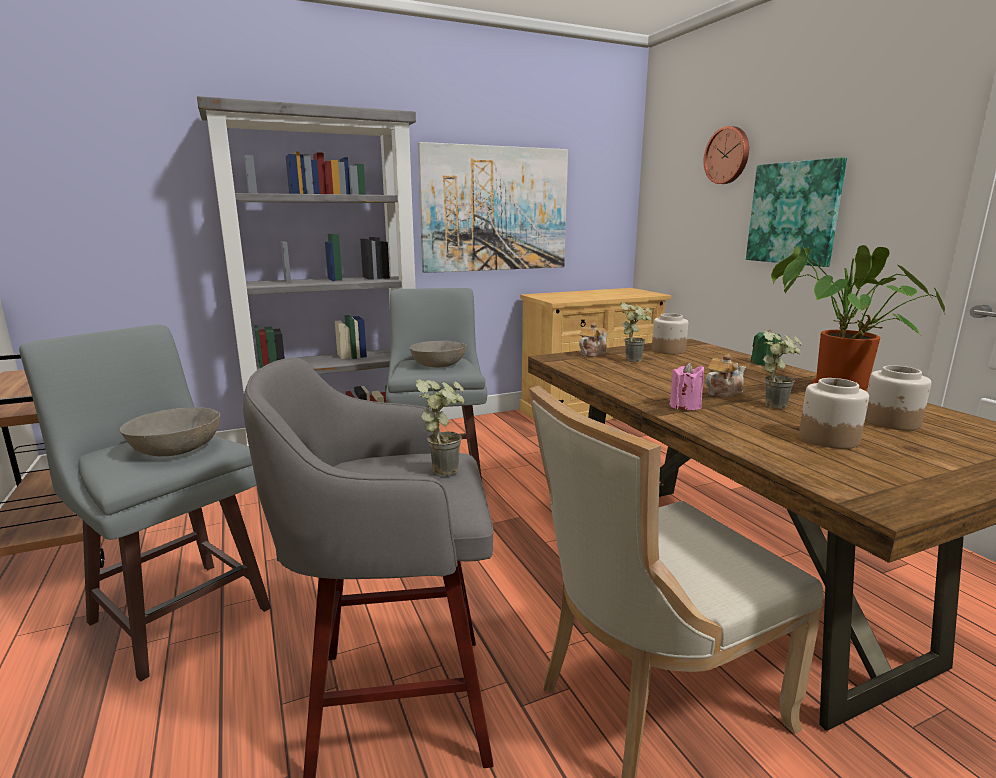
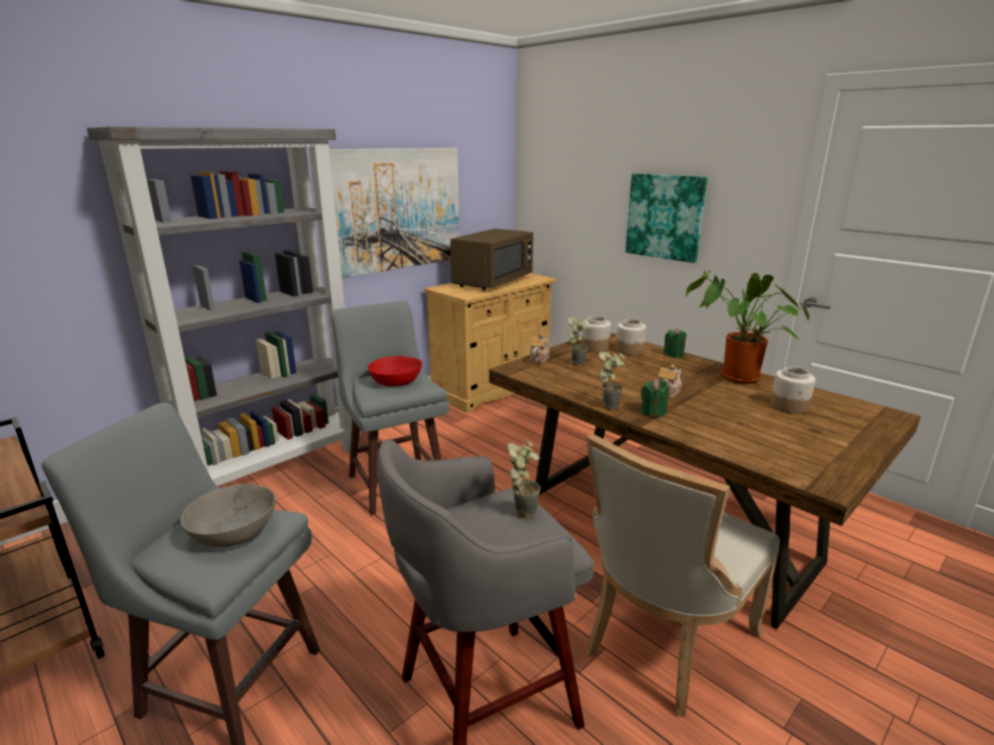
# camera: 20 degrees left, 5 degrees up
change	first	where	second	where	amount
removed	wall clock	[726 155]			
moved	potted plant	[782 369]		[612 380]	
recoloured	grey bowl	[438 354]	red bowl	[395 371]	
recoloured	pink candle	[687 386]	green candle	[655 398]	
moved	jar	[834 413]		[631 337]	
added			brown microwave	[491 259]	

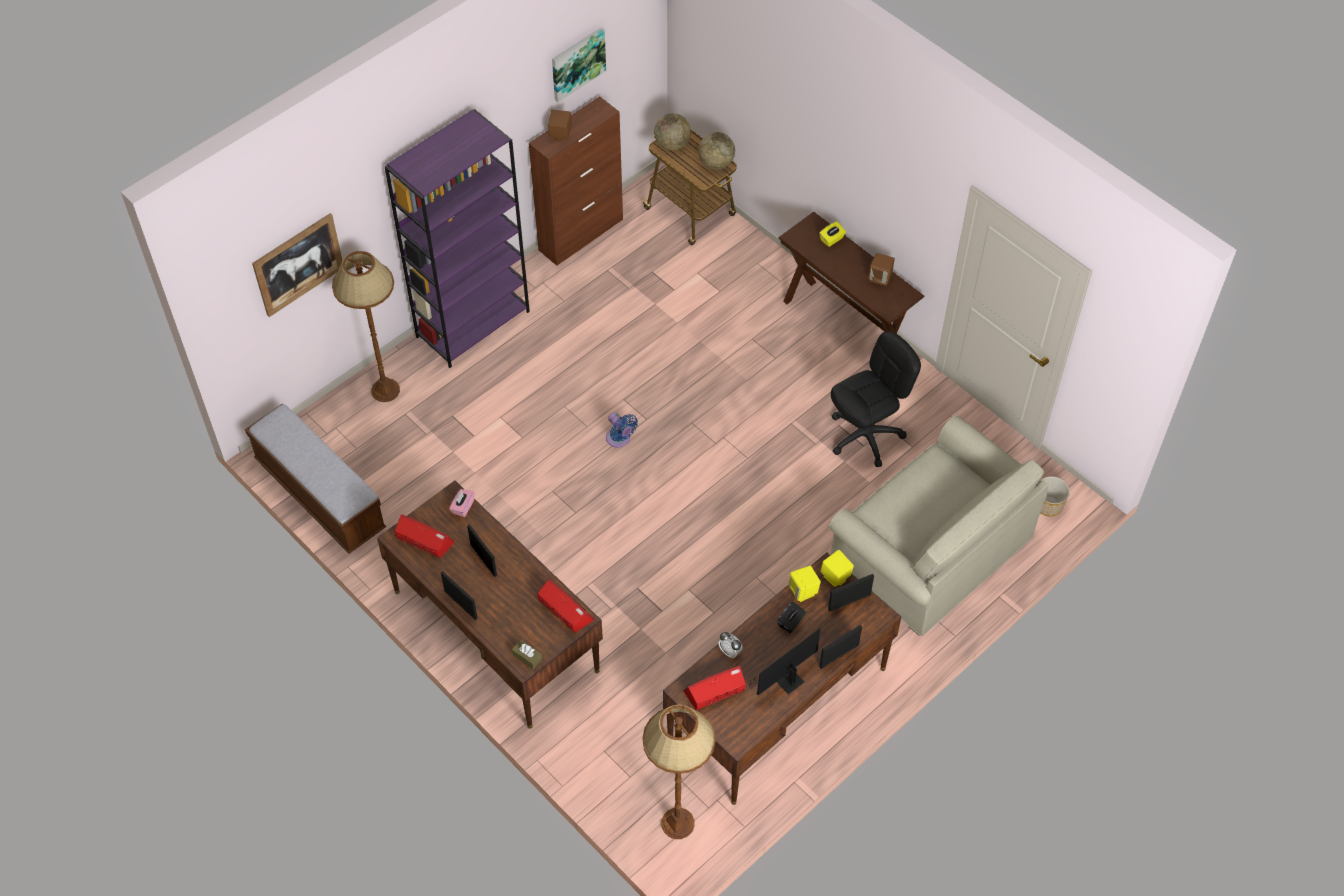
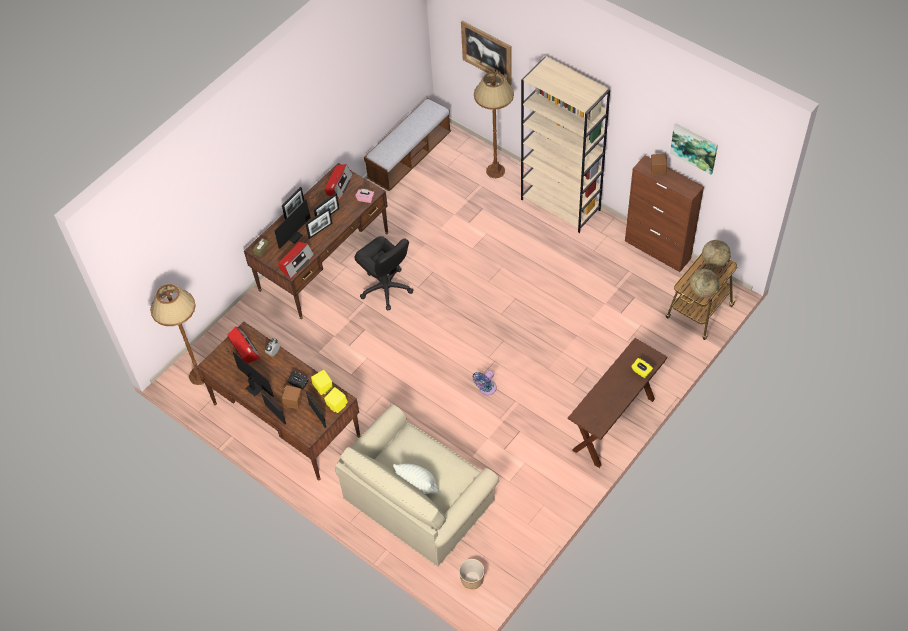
# camera: 85 degrees right, 0 degrees up
change	first	where	second	where	amount
recoloured	purple bookcase	[457 238]	beige bookcase	[565 144]	
moved	brown speaker	[881 269]		[292 397]	
moved	black office chair	[876 399]		[384 273]	
moved	blue fan	[622 430]		[484 382]	
added			monitor	[294 221]	
added			picture frame	[318 223]	
added			pillow	[416 479]	

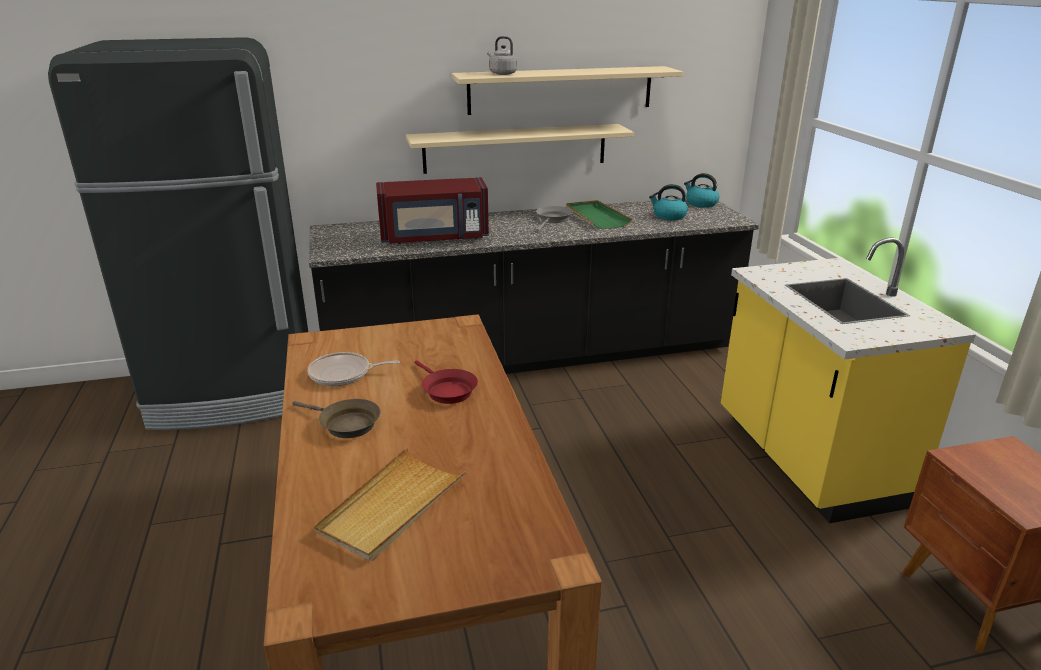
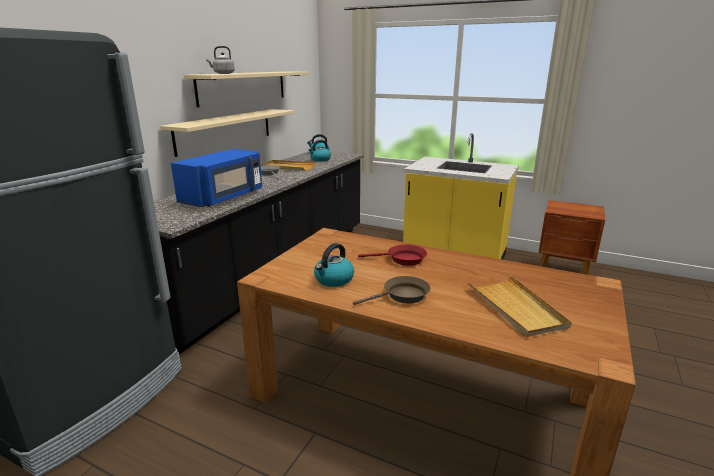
# camera: 50 degrees left, 5 degrees down
change	first	where	second	where	amount
recoloured	red microwave	[432 210]	blue microwave	[216 178]	
recoloured	green tray	[599 214]	beige tray	[288 165]	
replaced	frying pan	[353 369]	kettle	[334 265]	

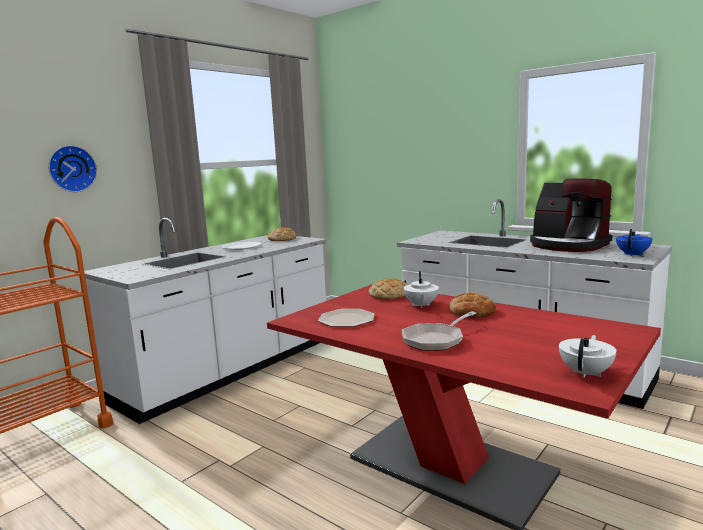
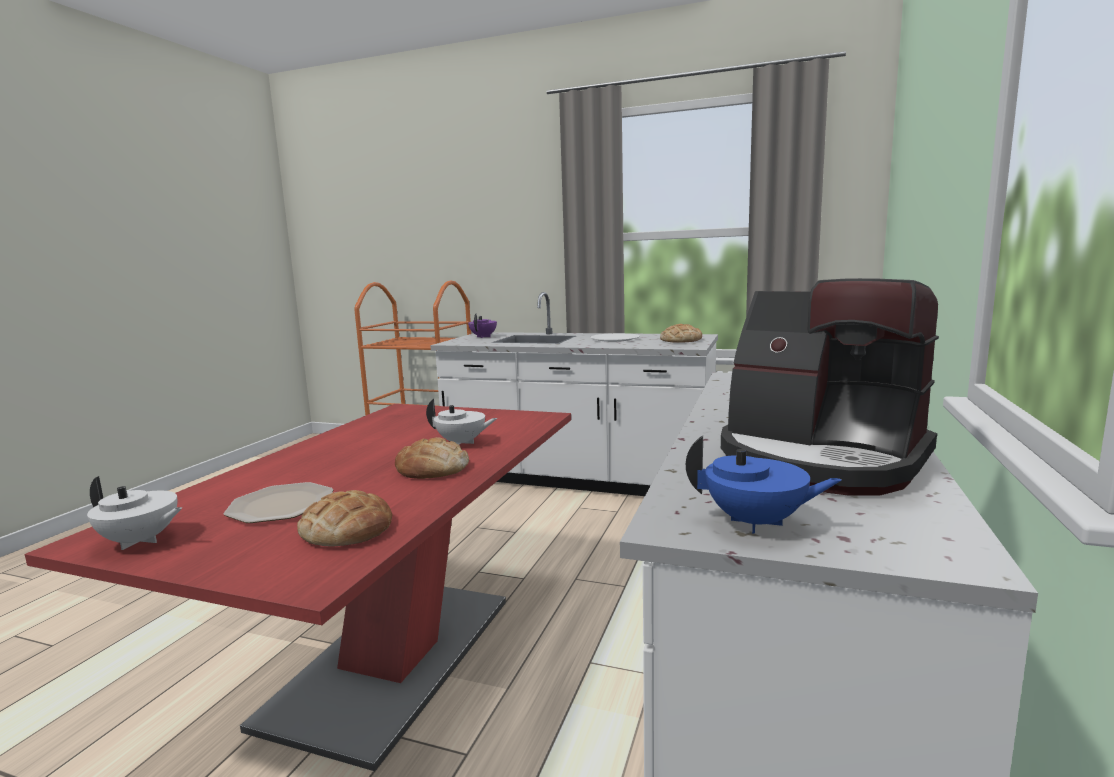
# camera: 70 degrees right, 0 degrees up
change	first	where	second	where	amount
removed	wall clock	[72 168]			
turned	coffee machine	[571 215]		[830 387]	75 degrees counterclockwise
turned	white teapot	[421 289]		[461 422]	150 degrees counterclockwise
moved	bread	[388 289]		[344 518]	
moved	plate	[346 318]		[278 502]	
removed	frying pan	[439 331]			
added			purple teapot	[482 325]	

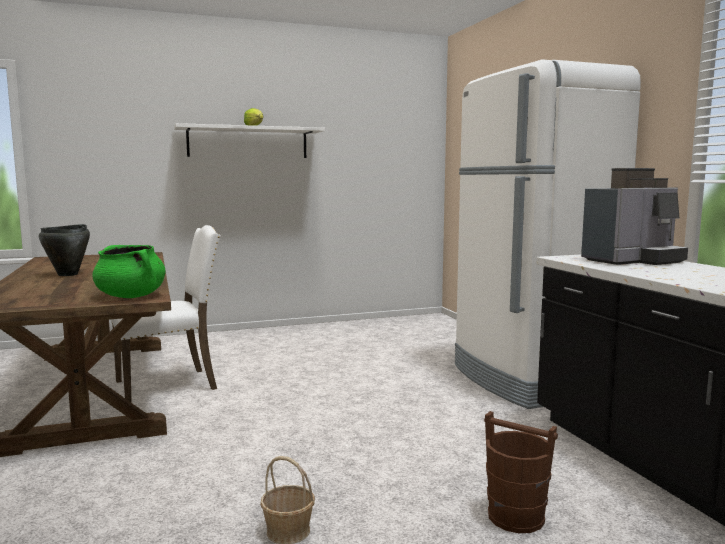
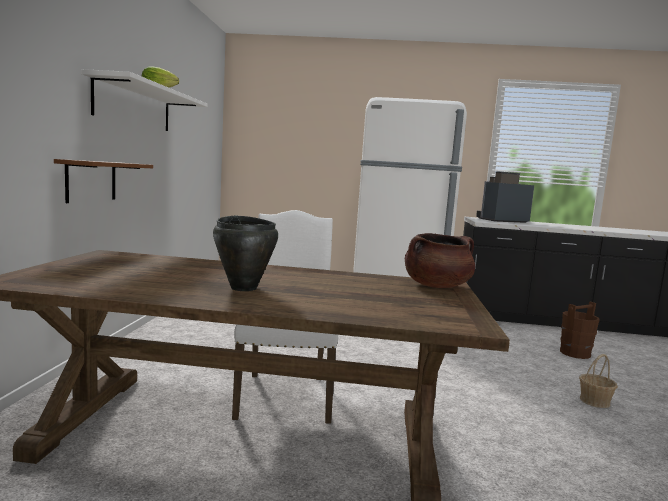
# camera: 65 degrees left, 0 degrees up
change	first	where	second	where	amount
turned	coffee machine	[634 216]		[505 197]	105 degrees counterclockwise
recoloured	green cooking pot	[129 271]	brown cooking pot	[440 260]	
added			brown shelf	[103 181]	

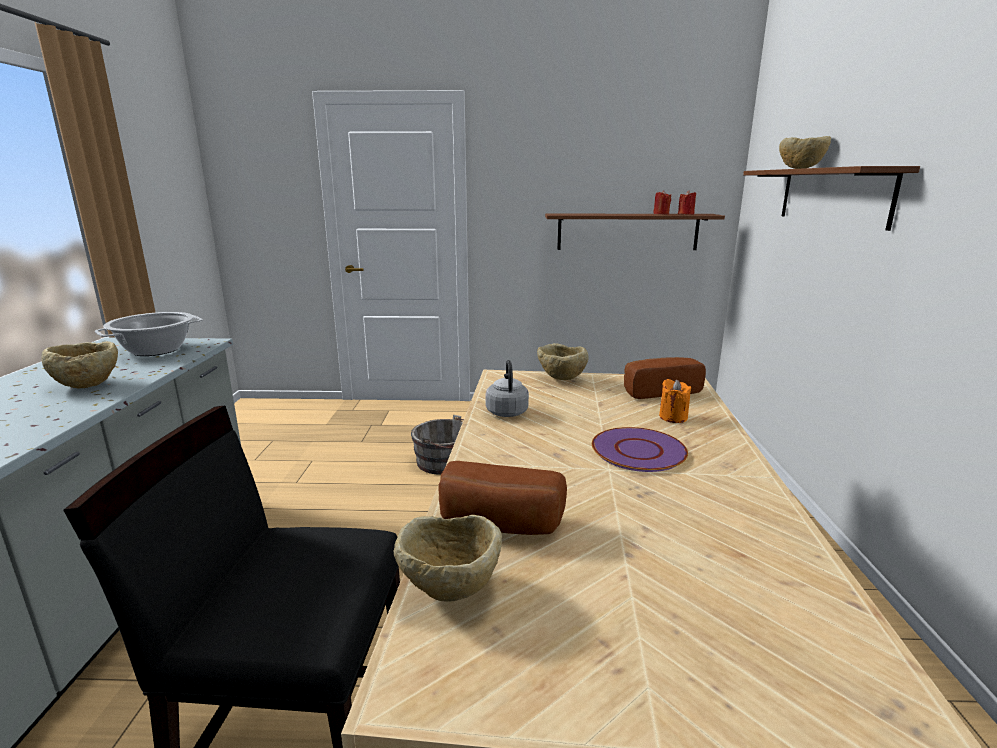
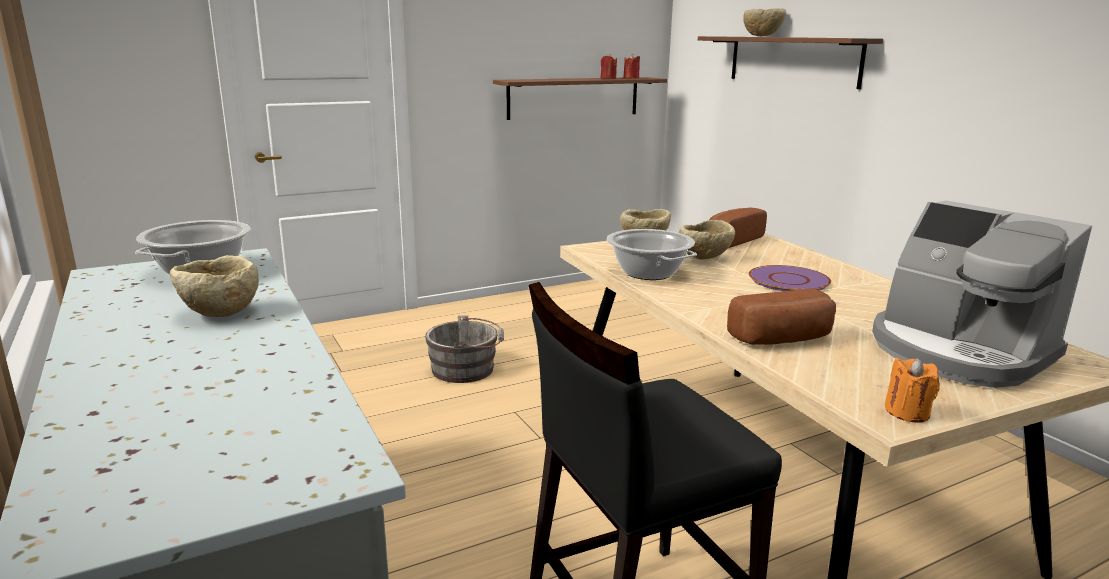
# camera: 30 degrees left, 0 degrees up
change	first	where	second	where	amount
replaced	grey kettle	[507 388]	cooking pot	[652 254]	
moved	orange candle	[675 401]		[912 390]	
moved	beige bowl	[448 558]		[707 240]	
added			coffee machine	[982 294]	

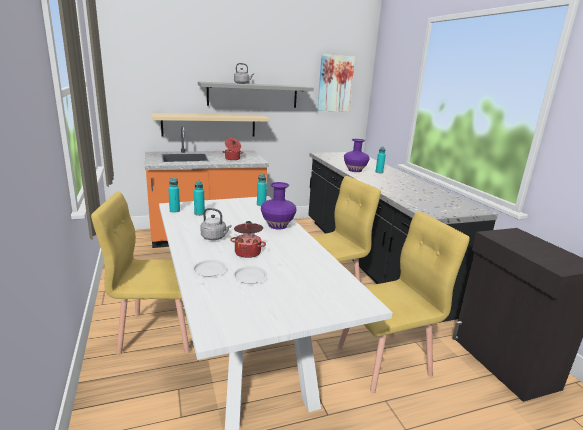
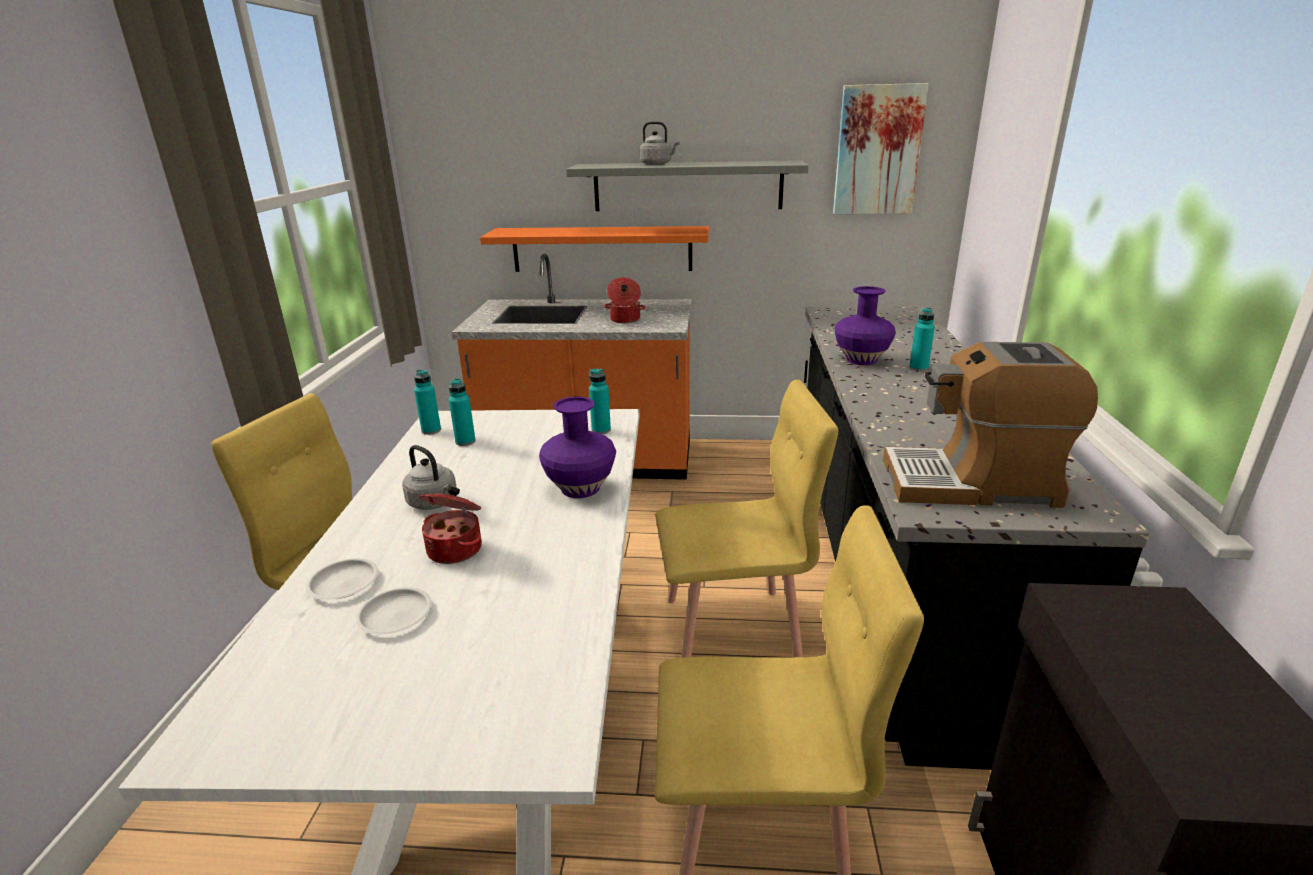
# camera: 25 degrees right, 5 degrees up
change	first	where	second	where	amount
recoloured	beige shelf	[210 124]	orange shelf	[594 249]	
added			coffee machine	[990 425]	

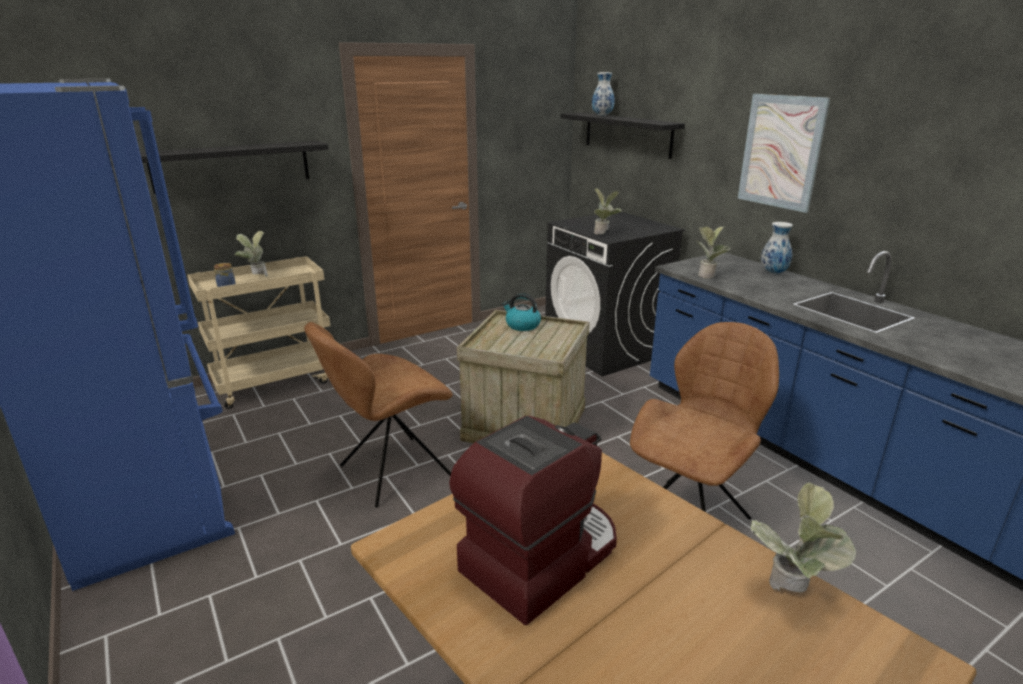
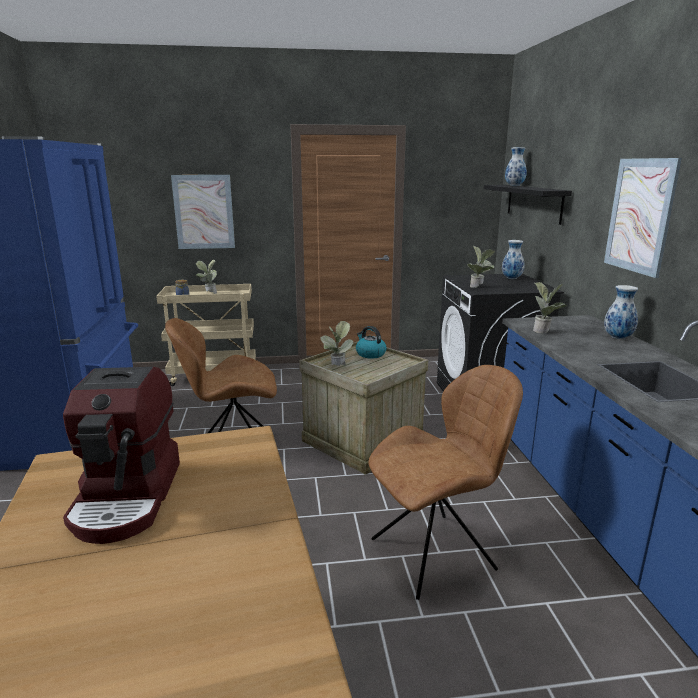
# camera: 25 degrees right, 5 degrees down
change	first	where	second	where	amount
replaced	black shelf	[234 167]	picture	[203 212]	
turned	coffee machine	[533 520]		[121 455]	105 degrees clockwise
moved	potted plant	[803 537]		[337 343]	
added			vase	[513 259]	

